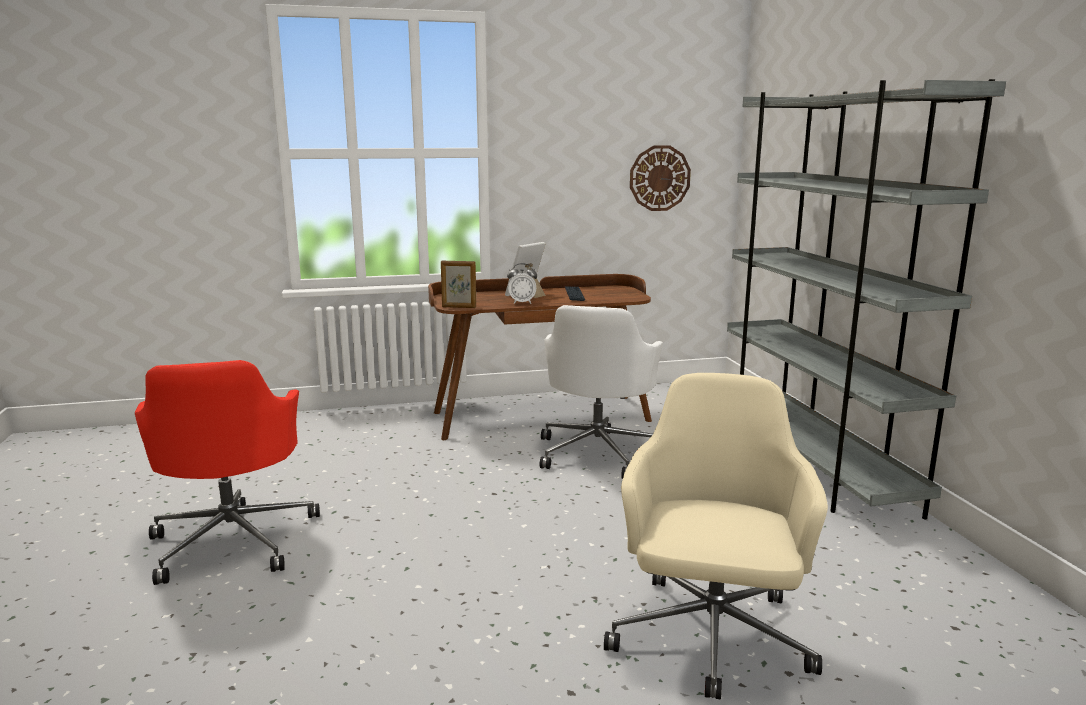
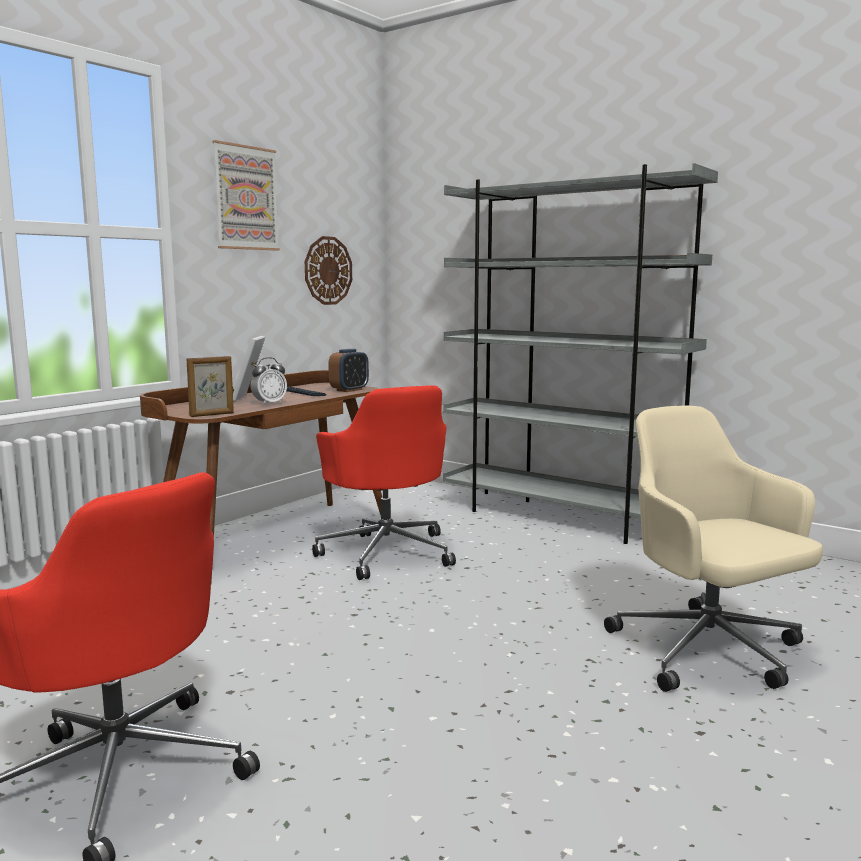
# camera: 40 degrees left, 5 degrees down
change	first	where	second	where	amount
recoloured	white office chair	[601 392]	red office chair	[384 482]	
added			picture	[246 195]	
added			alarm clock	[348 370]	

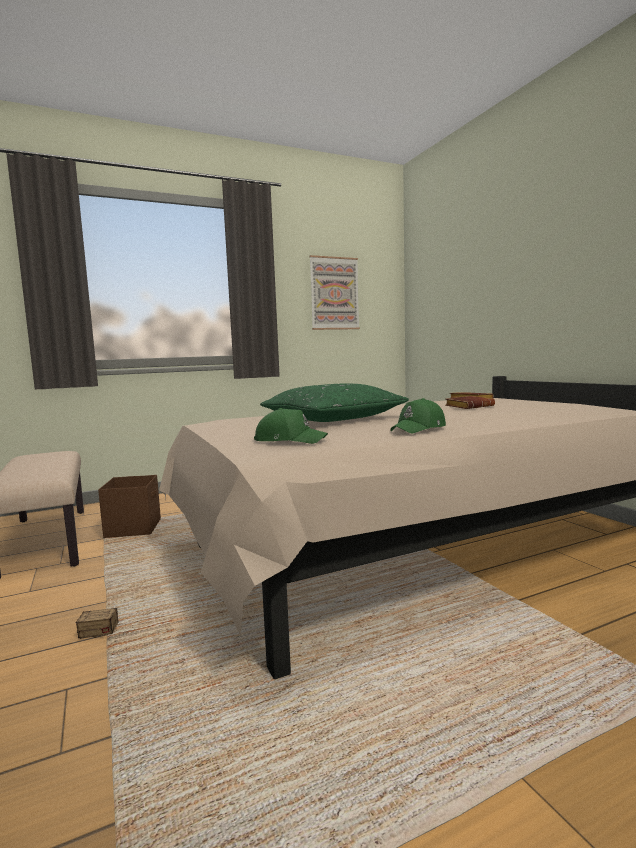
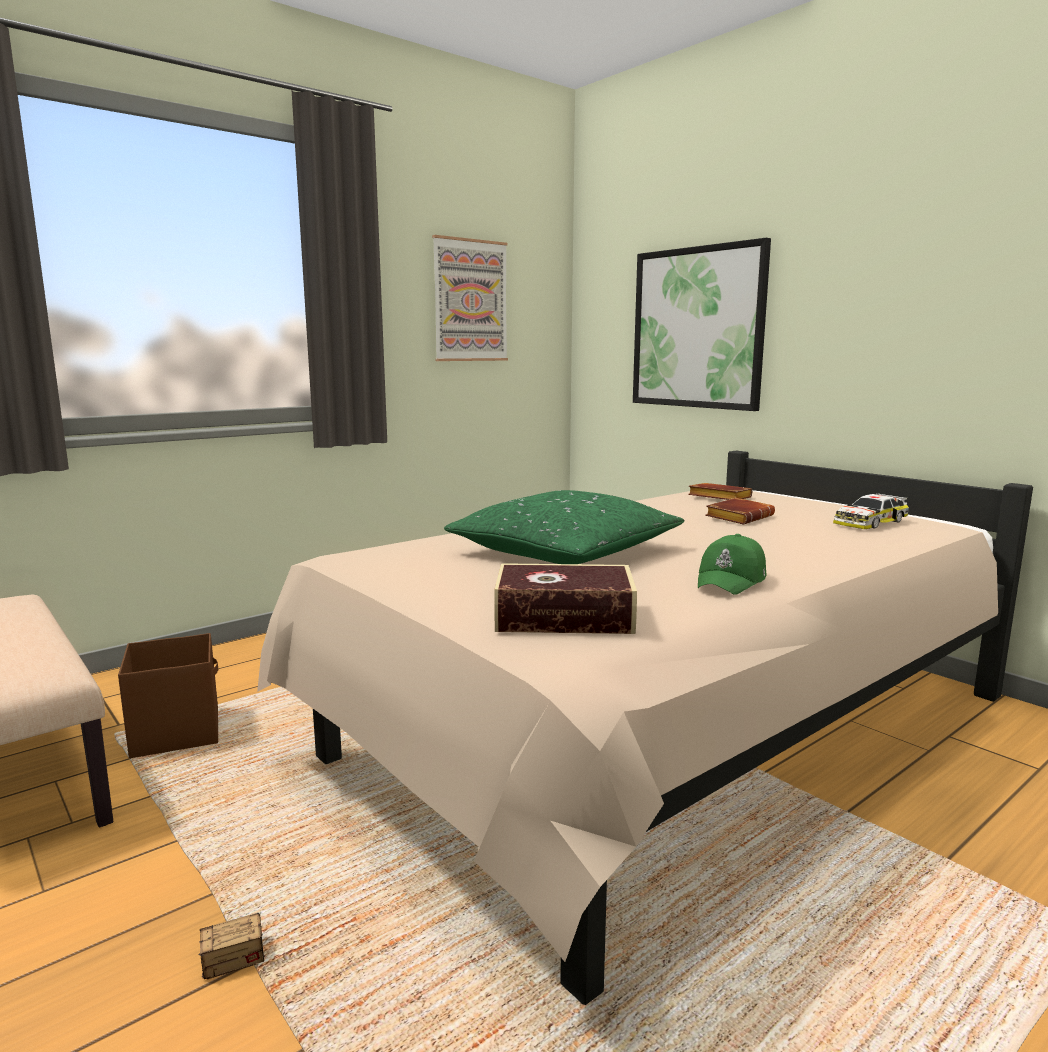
# camera: 15 degrees left, 5 degrees up
change	first	where	second	where	amount
replaced	green cap	[291 426]	book	[565 598]	
added			picture	[702 324]	
added			toy car	[871 511]	

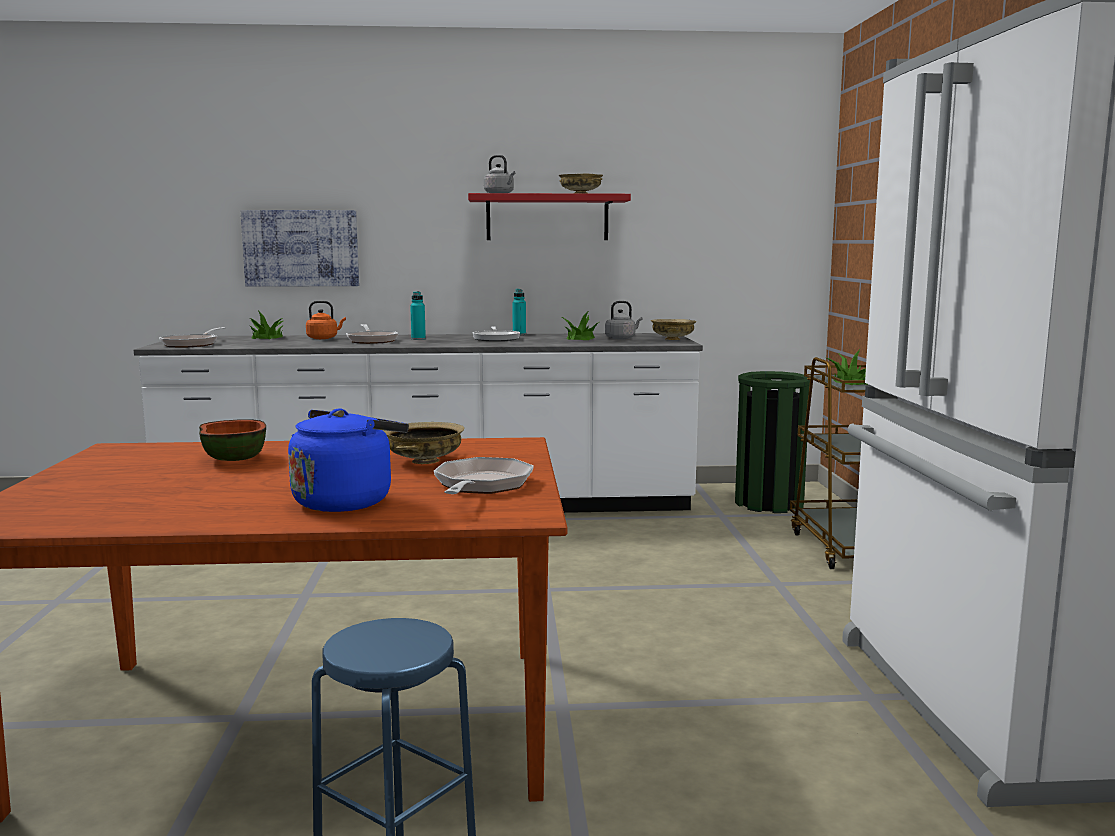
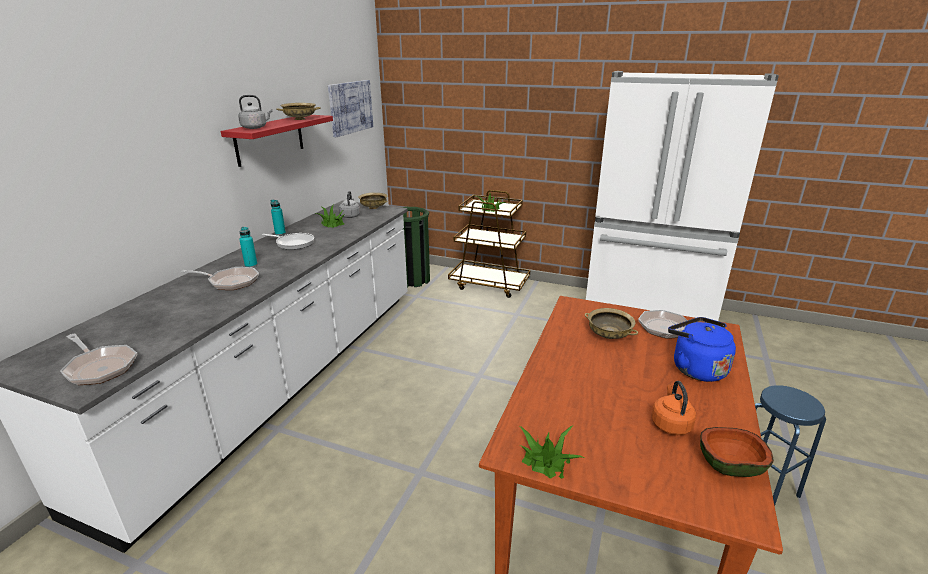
# camera: 65 degrees left, 15 degrees up
change	first	where	second	where	amount
moved	picture	[300 248]		[350 108]	
moved	orange kettle	[326 320]		[674 408]	
moved	potted plant	[267 324]		[552 452]	
moved	bowl	[232 440]		[737 452]	

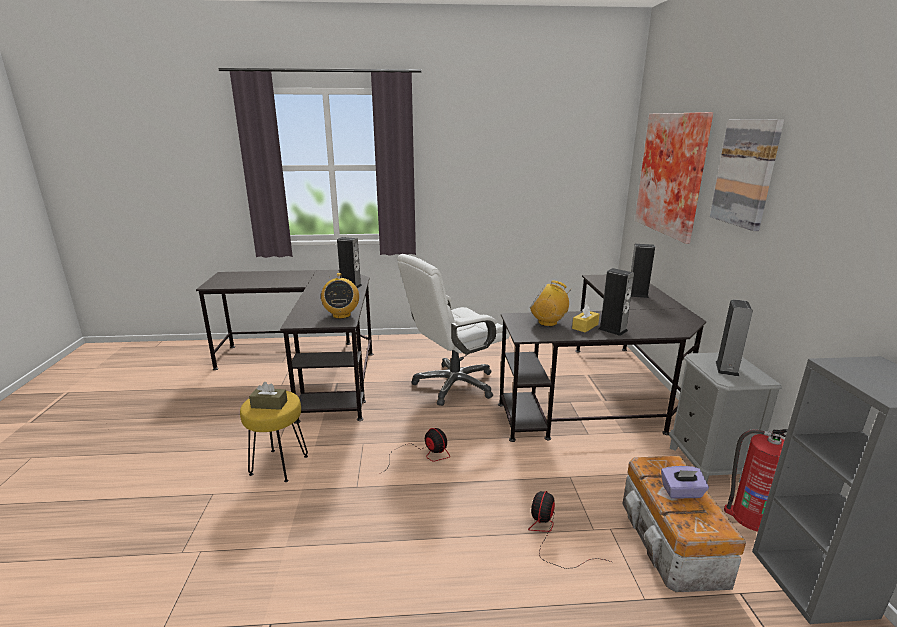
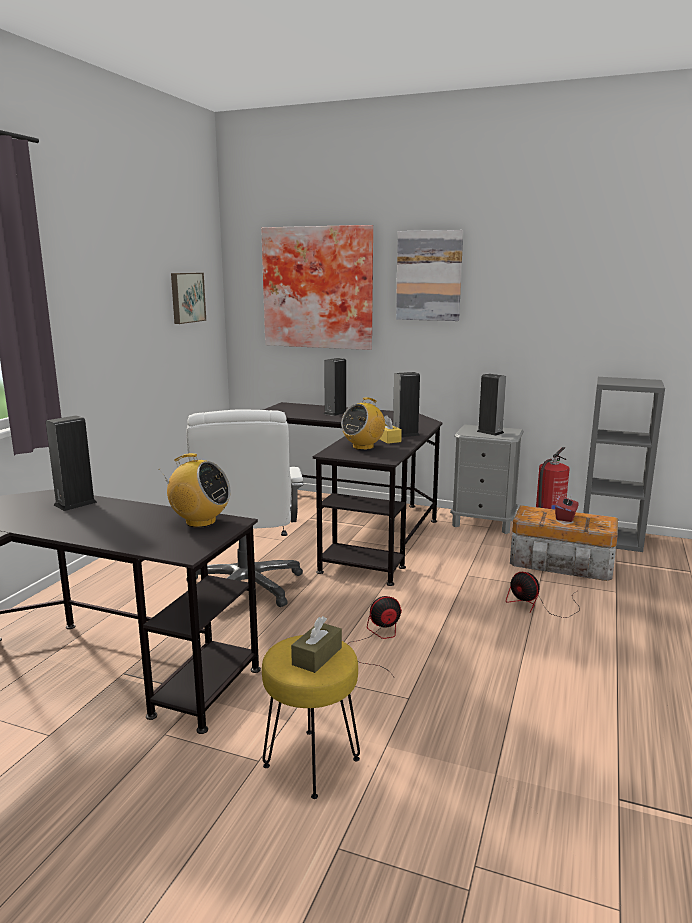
# camera: 65 degrees left, 5 degrees down
change	first	where	second	where	amount
recoloured	purple tissue box	[685 482]	red tissue box	[567 507]	
added			picture	[188 298]	

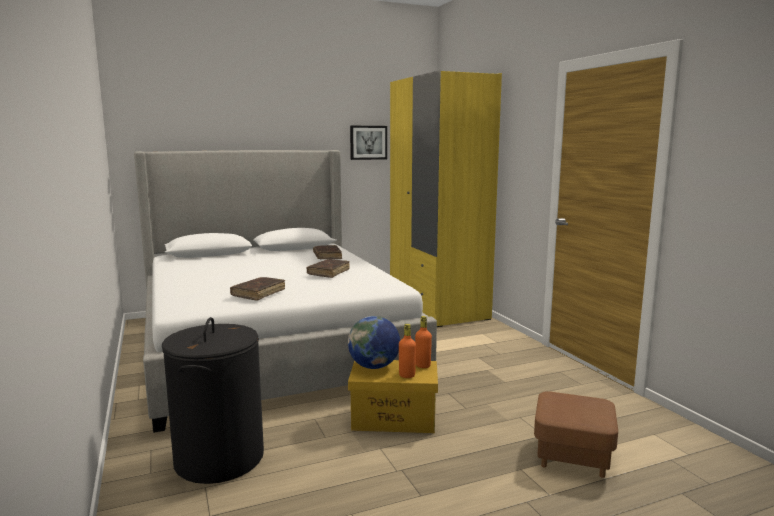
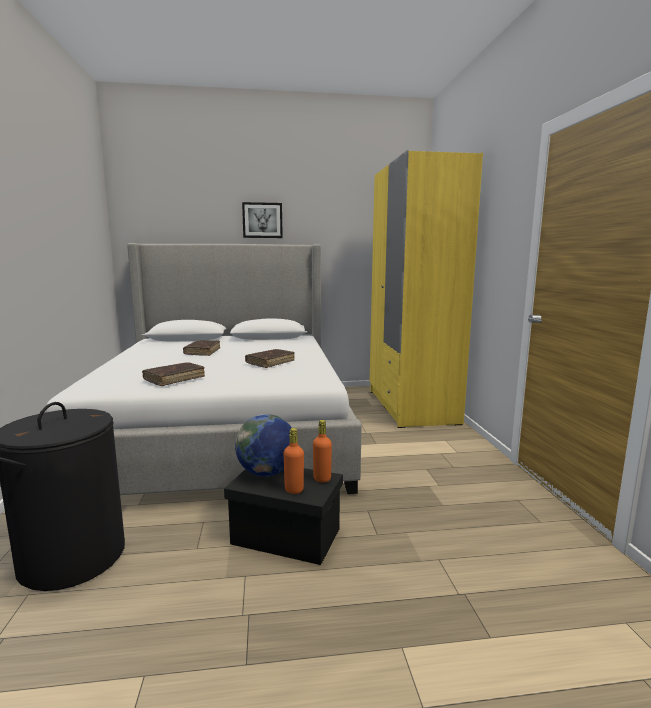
# camera: 15 degrees right, 0 degrees up
change	first	where	second	where	amount
moved	picture	[368 143]		[262 220]	
moved	brown book	[327 252]		[201 348]	
recoloured	yellow storage box	[393 396]	black storage box	[283 516]	
removed	brown ottoman	[576 434]			

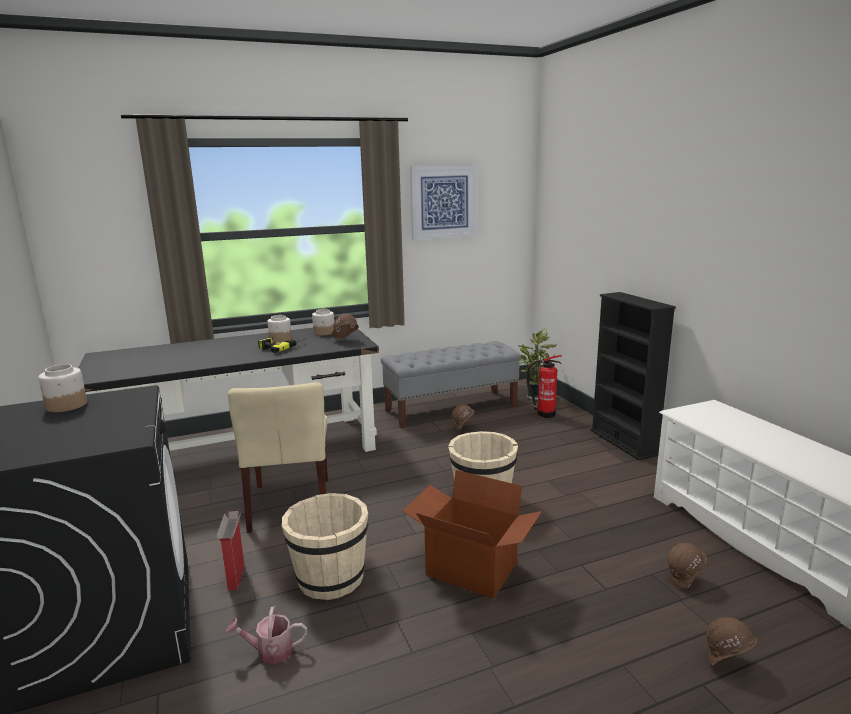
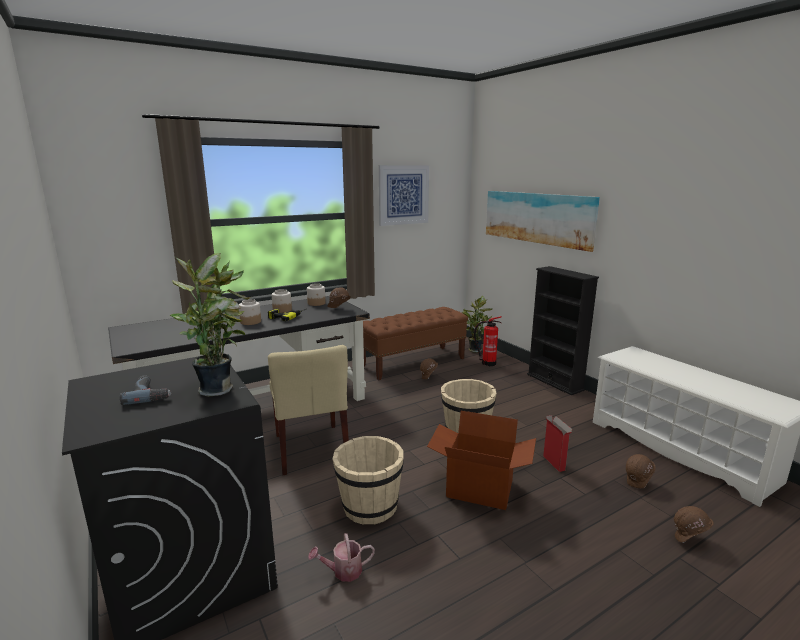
# camera: 10 degrees left, 0 degrees up
change	first	where	second	where	amount
recoloured	grey bench	[451 384]	brown bench	[415 343]	
moved	jar	[62 388]		[250 312]	
moved	cardboard box	[230 551]		[558 443]	
added			picture	[543 221]	
added			potted plant	[210 325]	
added			power drill	[146 390]	

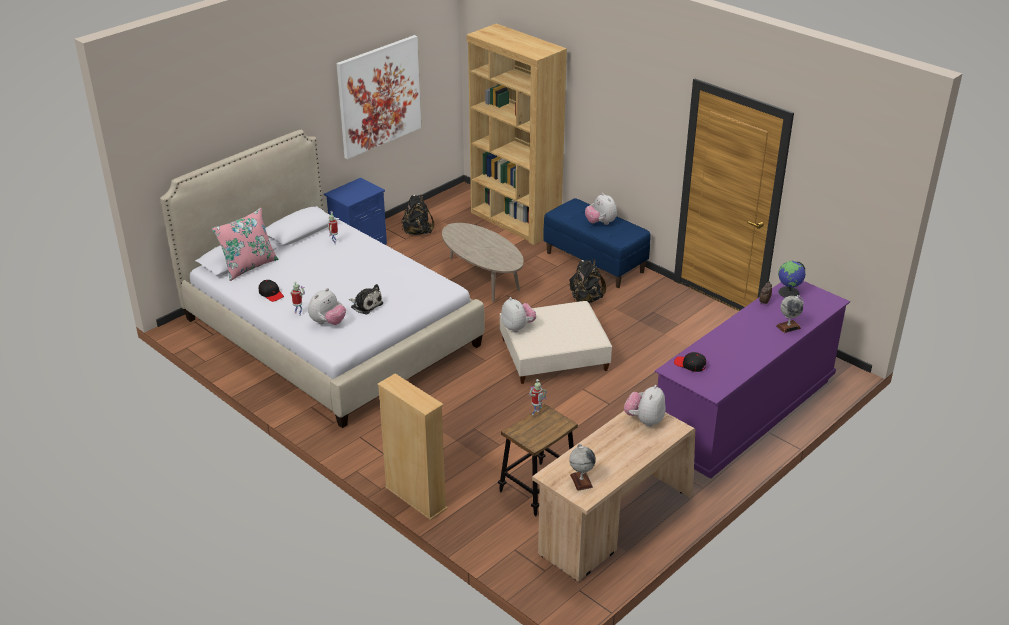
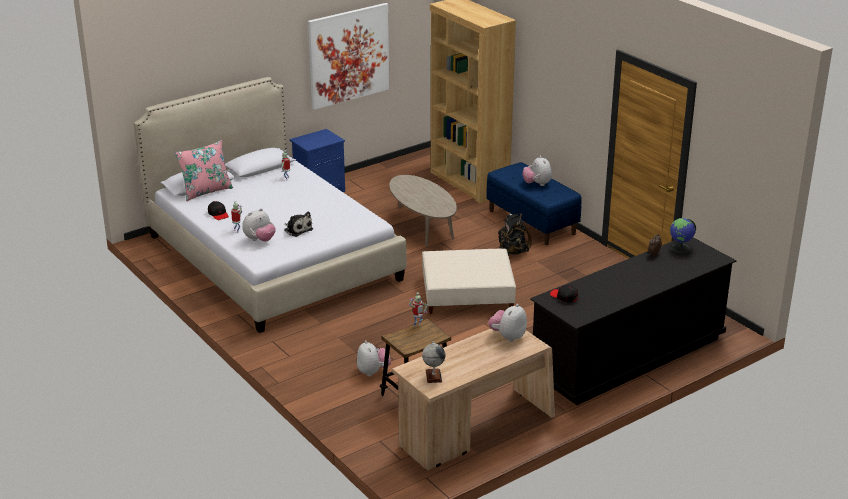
# camera: 10 degrees right, 5 degrees down
change	first	where	second	where	amount
removed	black backpack	[418 215]			
recoloured	purple dresser	[752 380]	black dresser	[633 321]	
removed	globe	[790 314]			
moved	plush toy	[518 314]		[374 358]	
removed	beige bookcase	[412 447]			

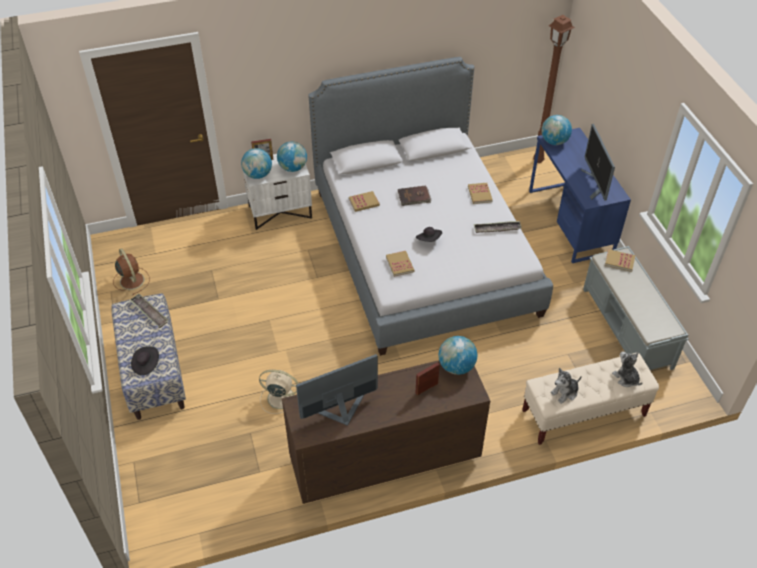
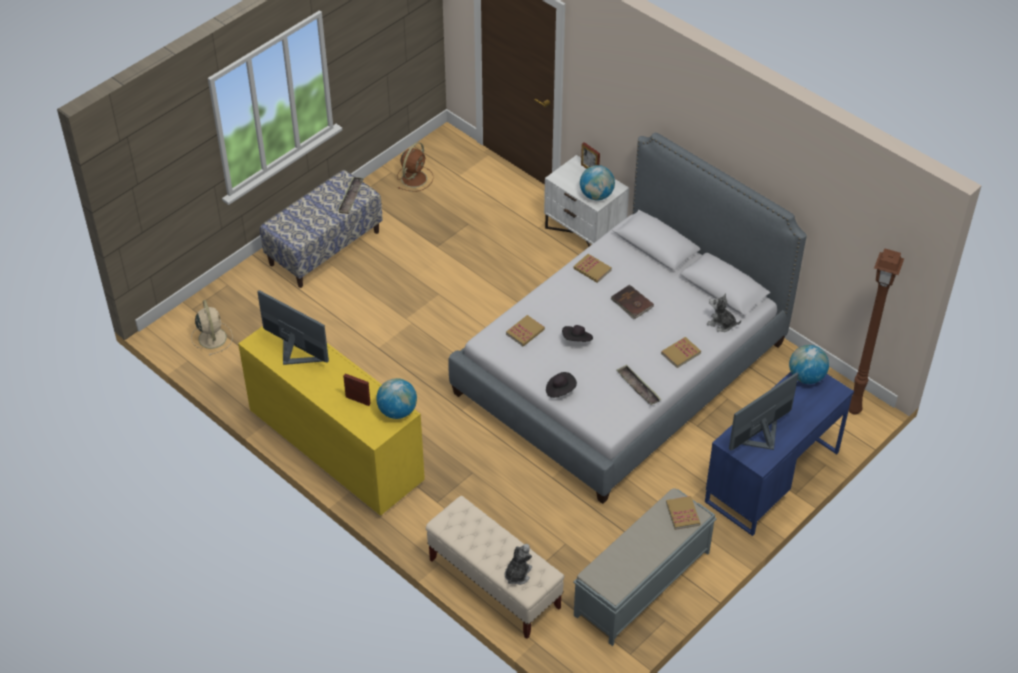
# camera: 60 degrees right, 0 degrees up
change	first	where	second	where	amount
removed	globe	[256 163]			
moved	black hat	[145 360]		[561 385]	
recoloured	brown dresser	[386 432]	yellow dresser	[331 421]	
moved	plush toy	[566 386]		[724 312]	
moved	beige fan	[278 392]		[212 327]	

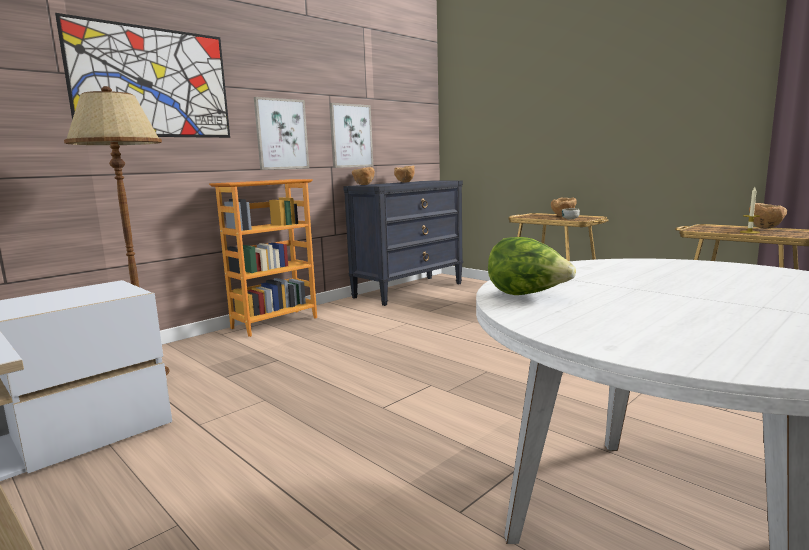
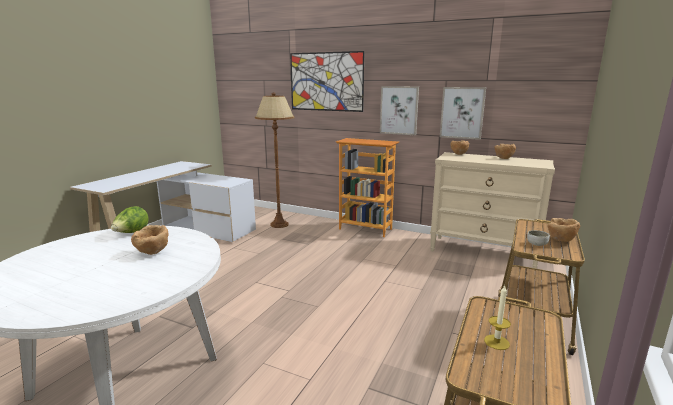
# camera: 70 degrees right, 5 degrees up
change	first	where	second	where	amount
recoloured	black dresser	[403 243]	beige dresser	[492 210]	
moved	brown bowl	[768 216]		[150 240]	

